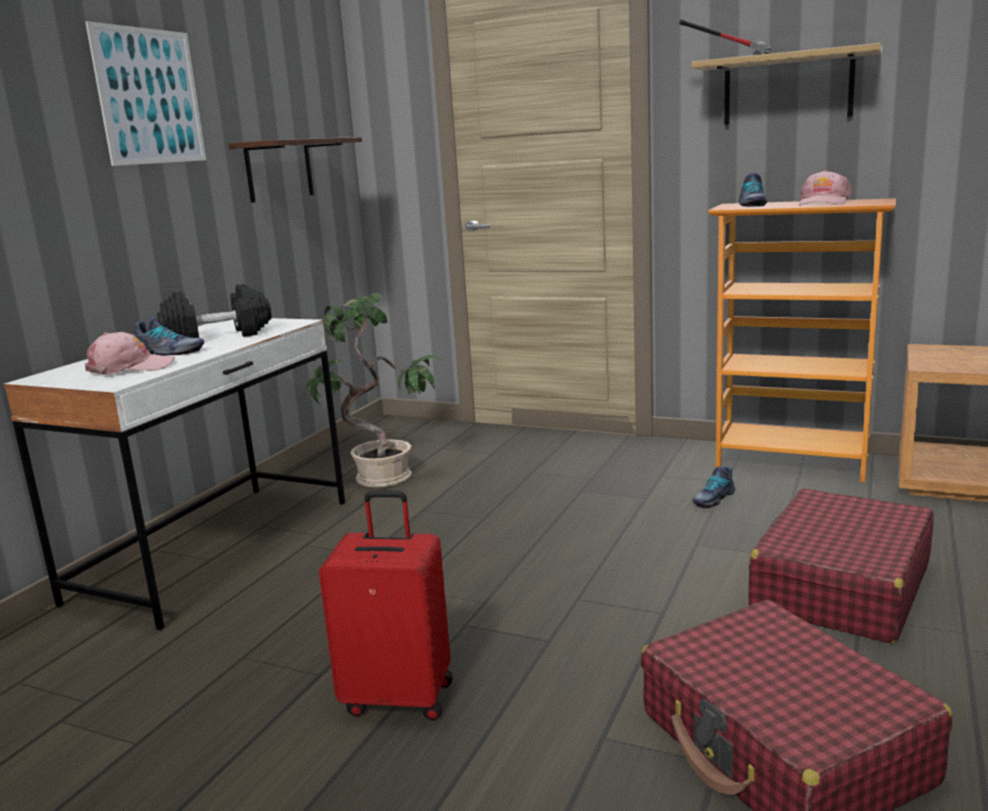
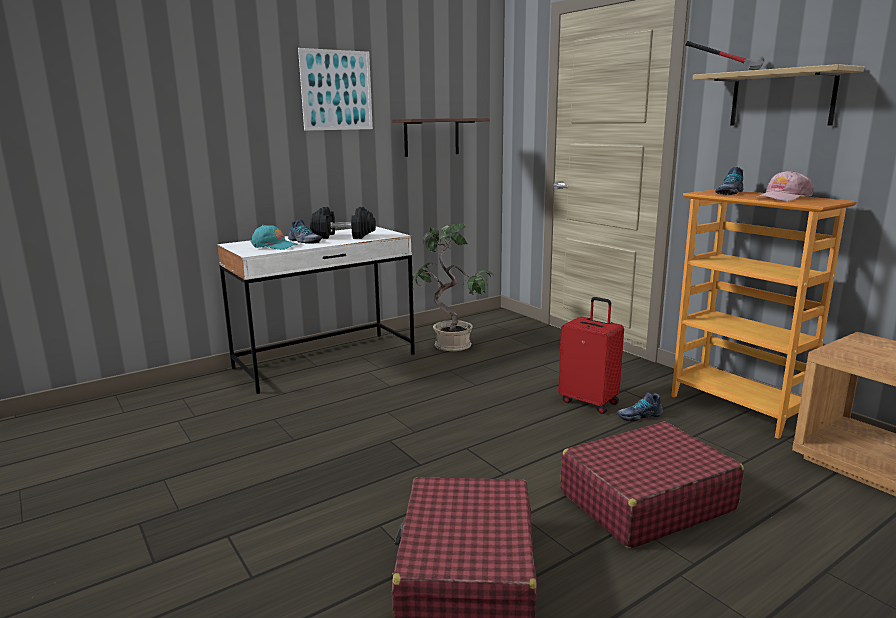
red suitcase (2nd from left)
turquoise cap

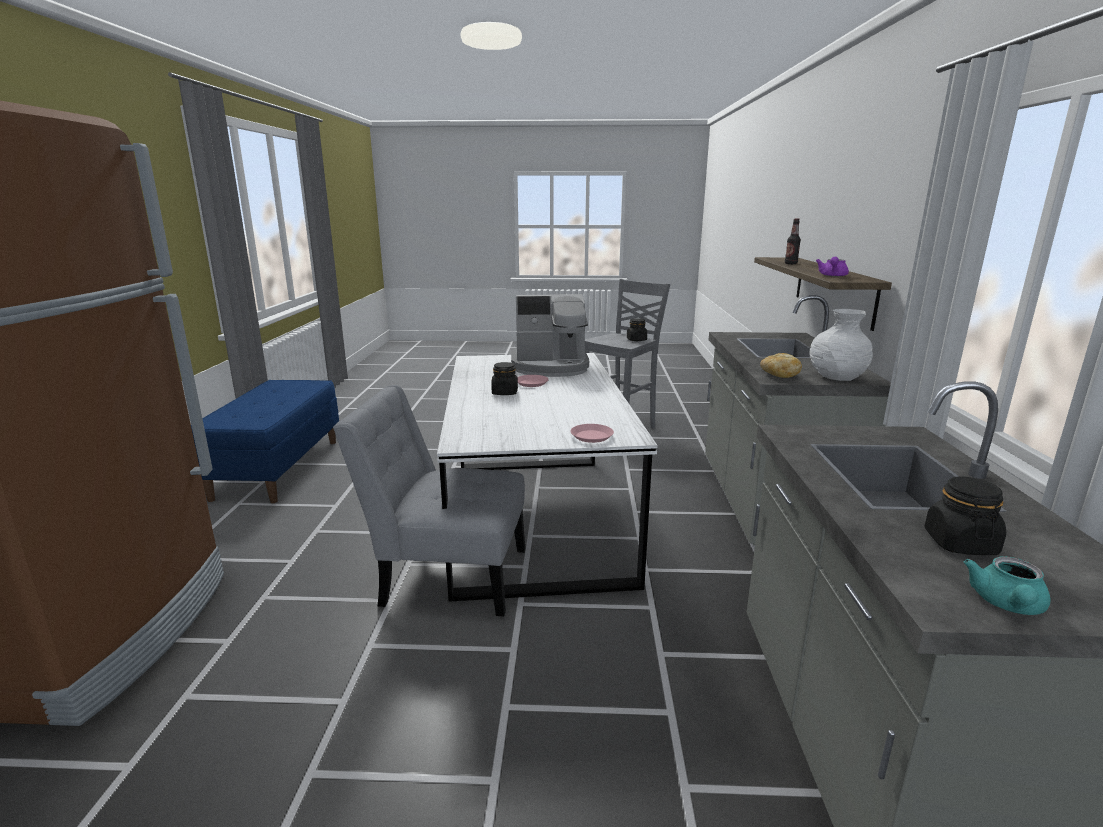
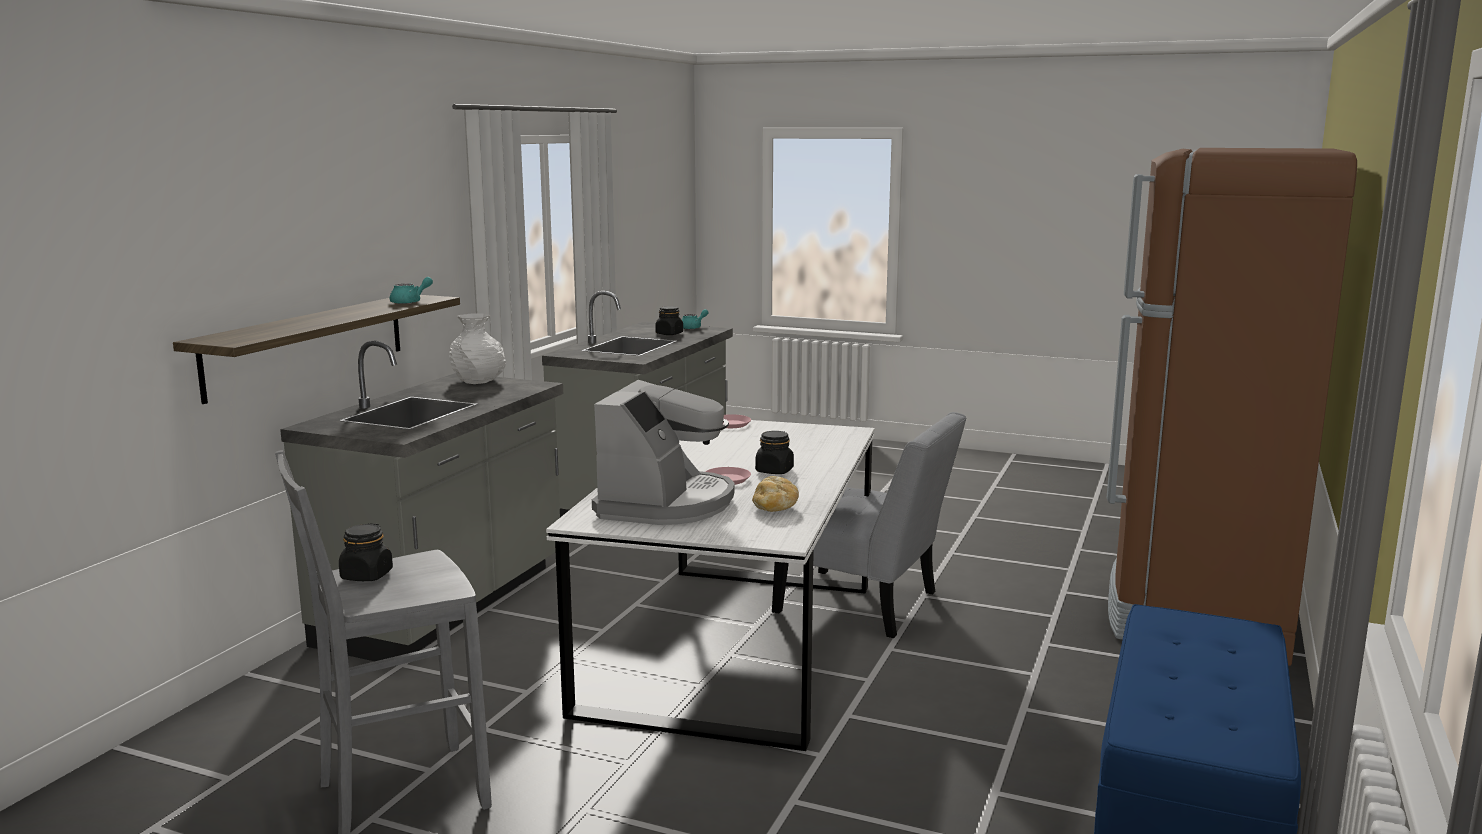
bottle
bread
turquoise teapot (1st from left)
coffee machine

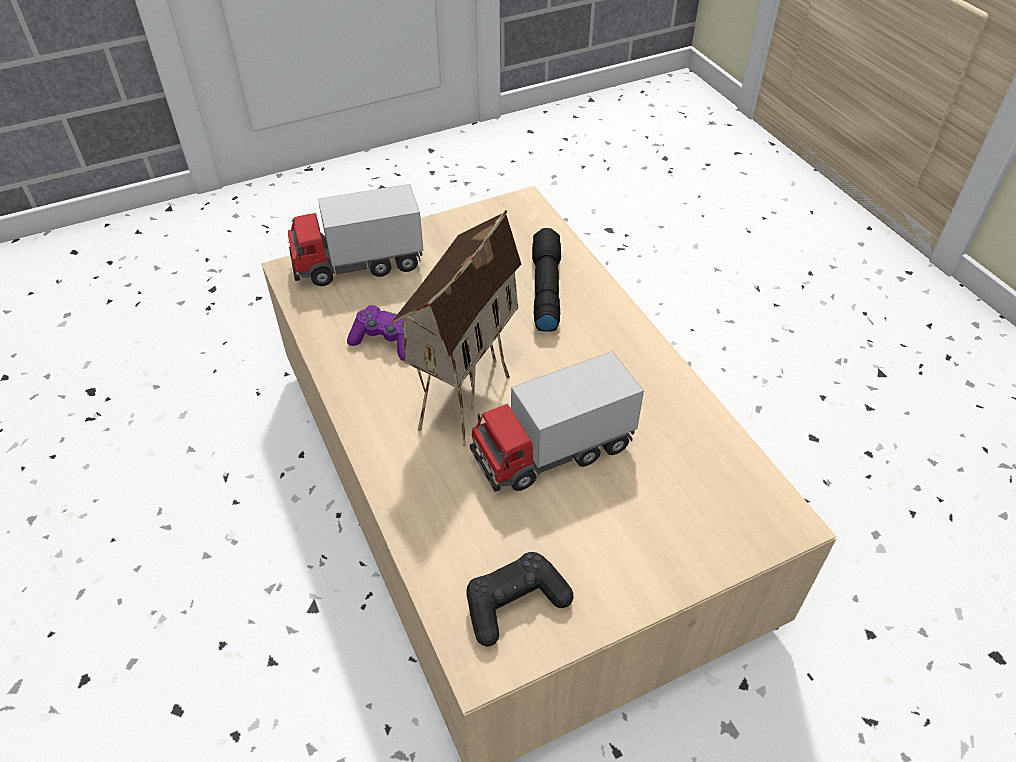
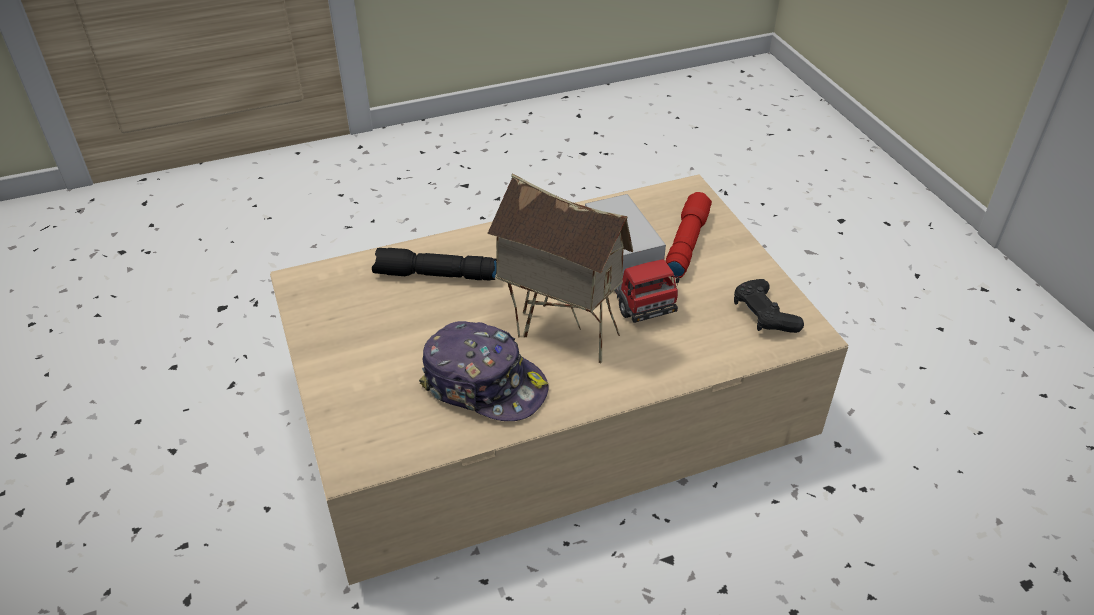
toy truck (1st from left in the first image)
red flashlight
cap

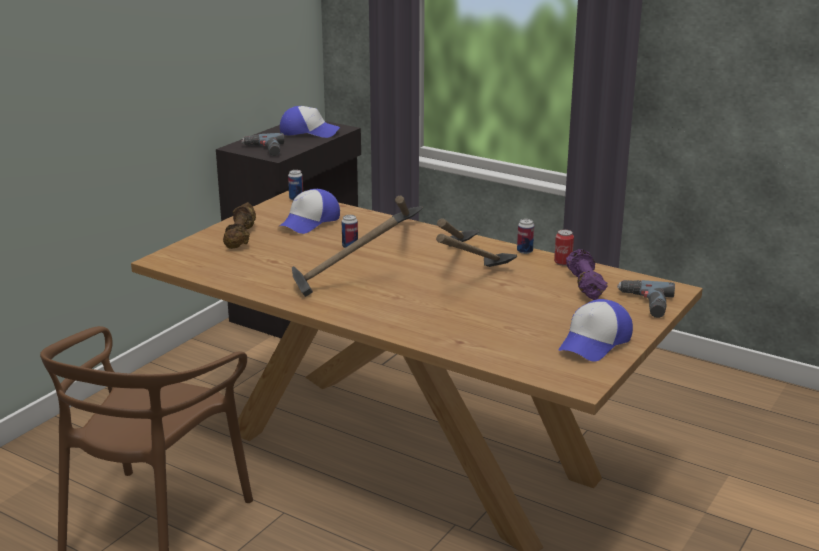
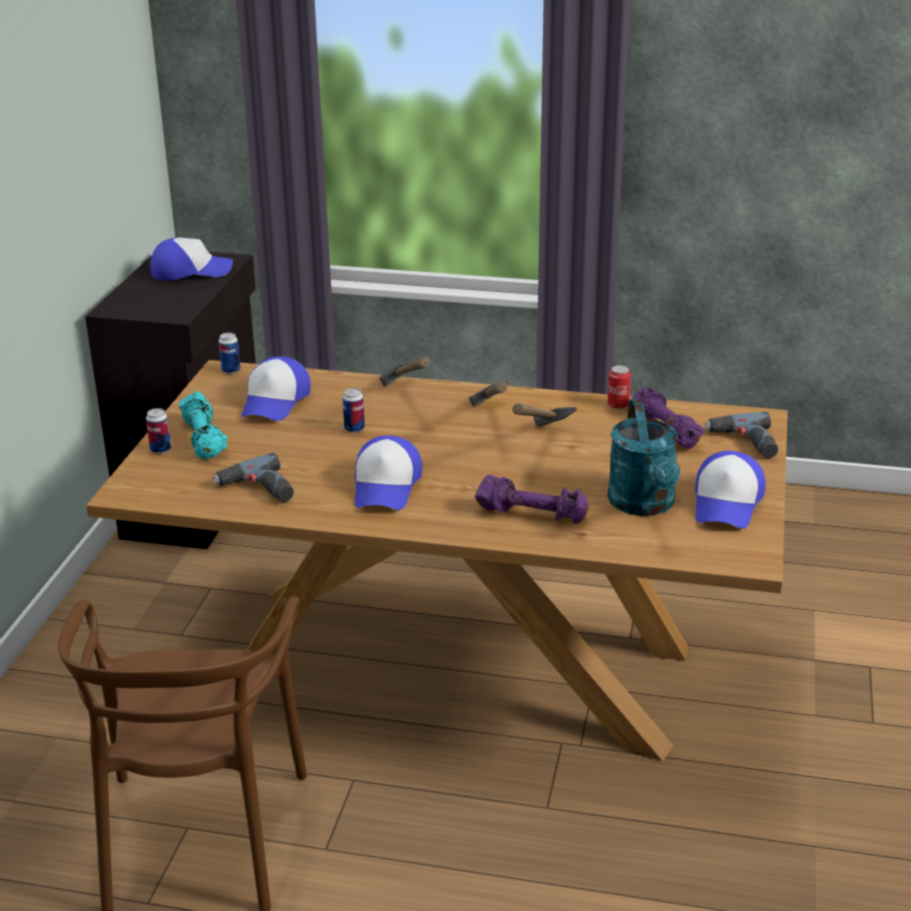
purple dumbbell (1st from left)
turquoise watering can
power drill (1st from left)
can (1st from left)
cap (3rd from left)
turquoise dumbbell

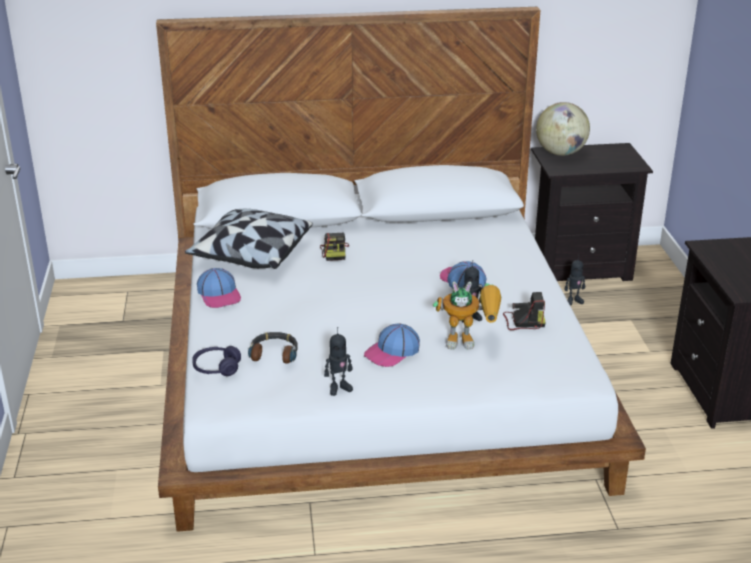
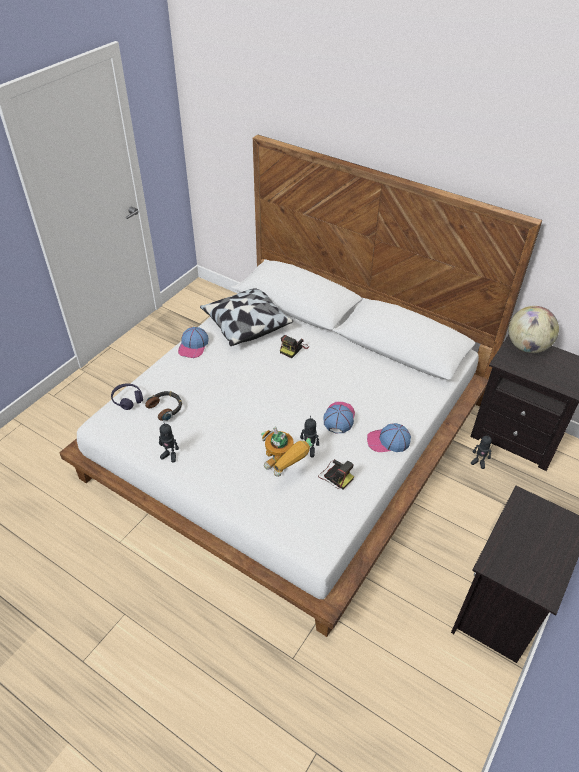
cap (3rd from left)

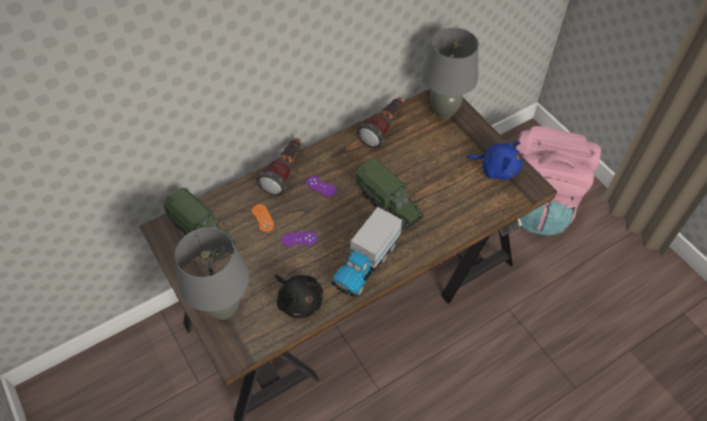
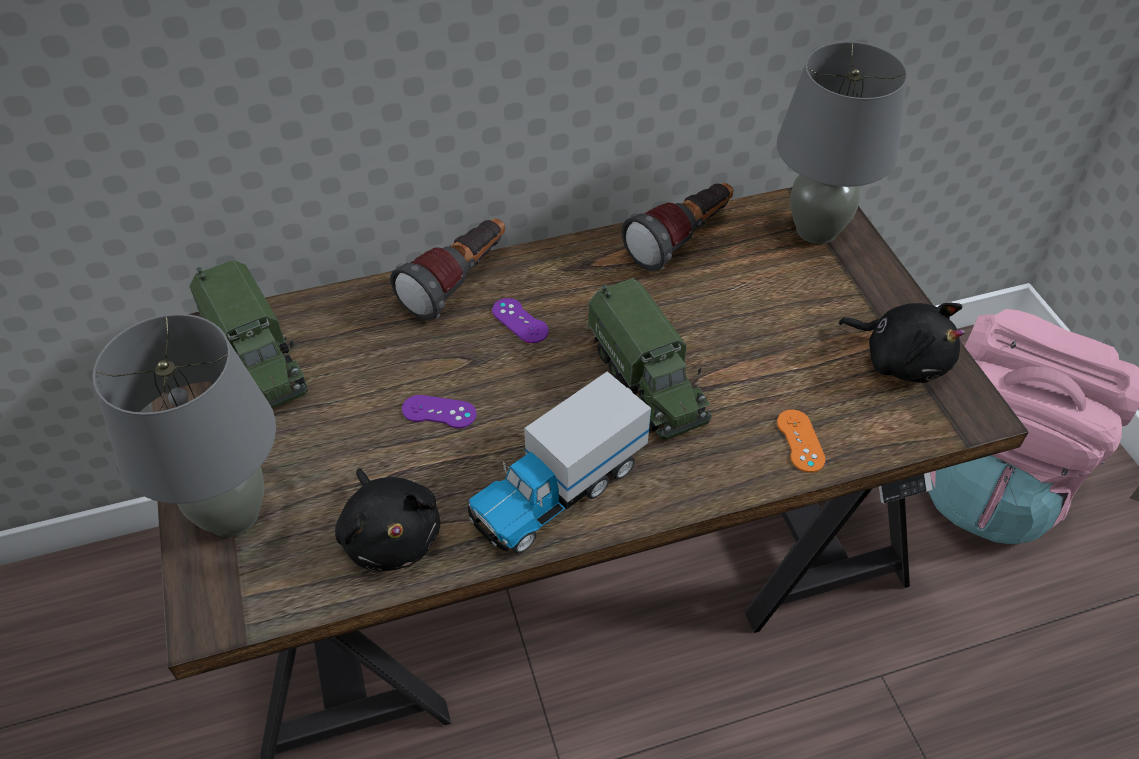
orange game controller
black plush toy (2nd from left)

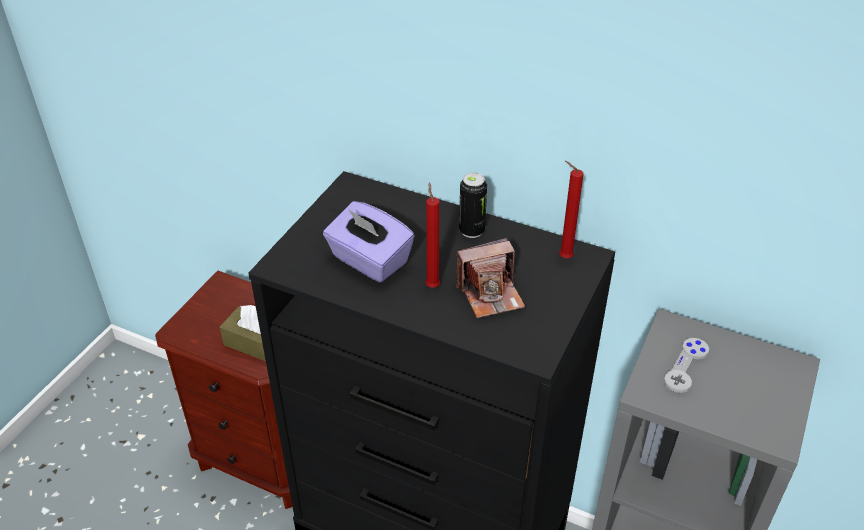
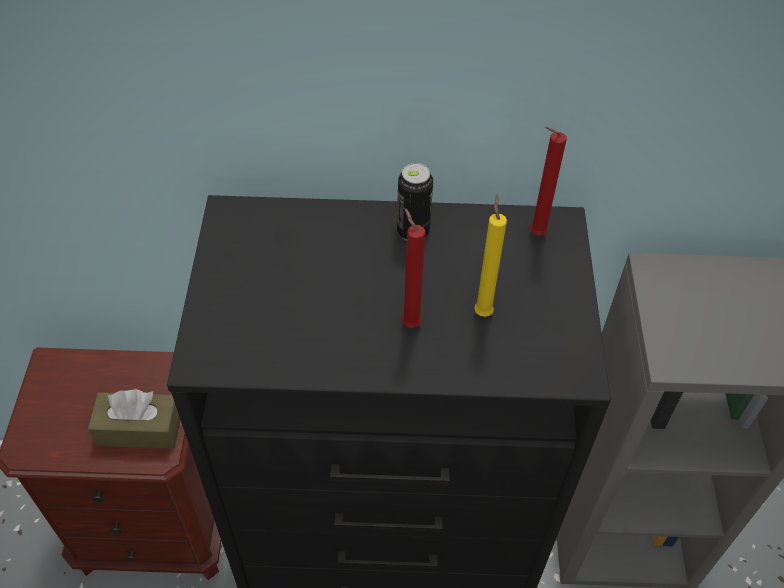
purple tissue box
grey game controller
yellow candle

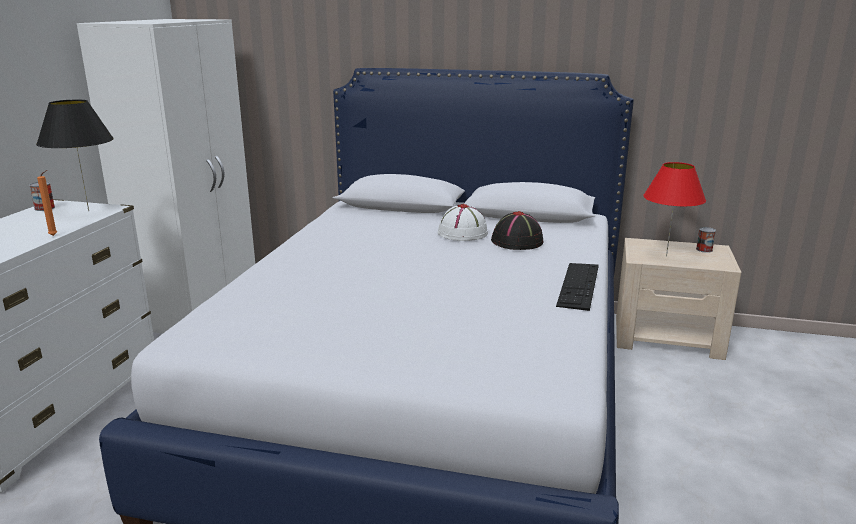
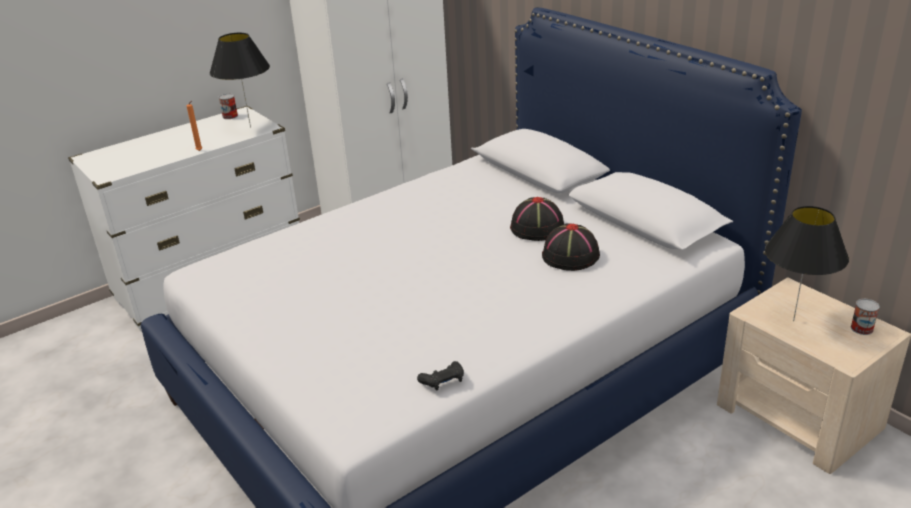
keyboard
black game controller
black hat (1st from left)
black table lamp (2nd from left)

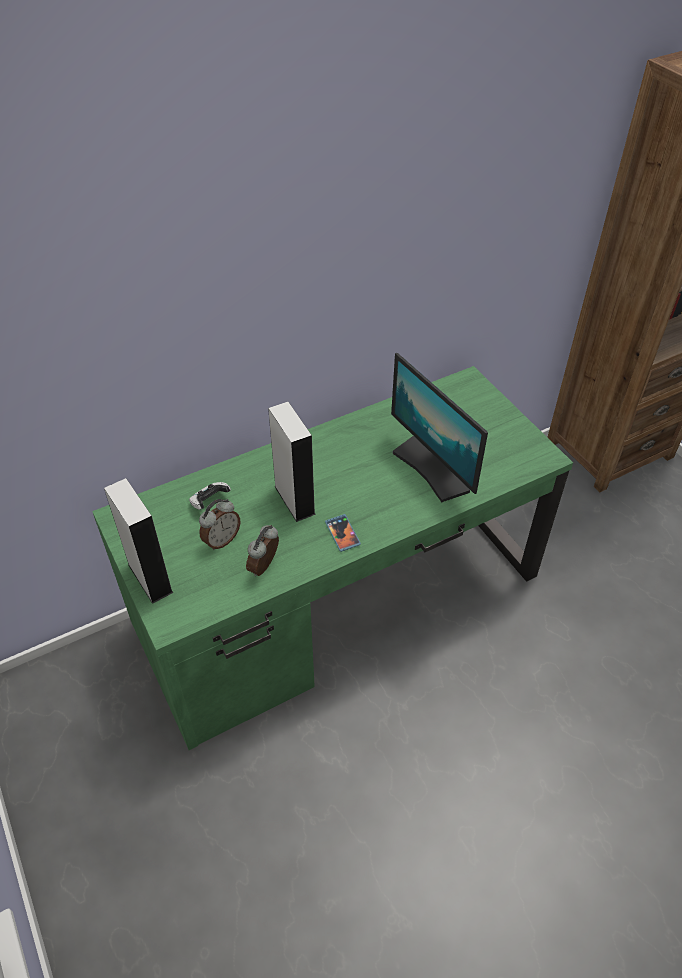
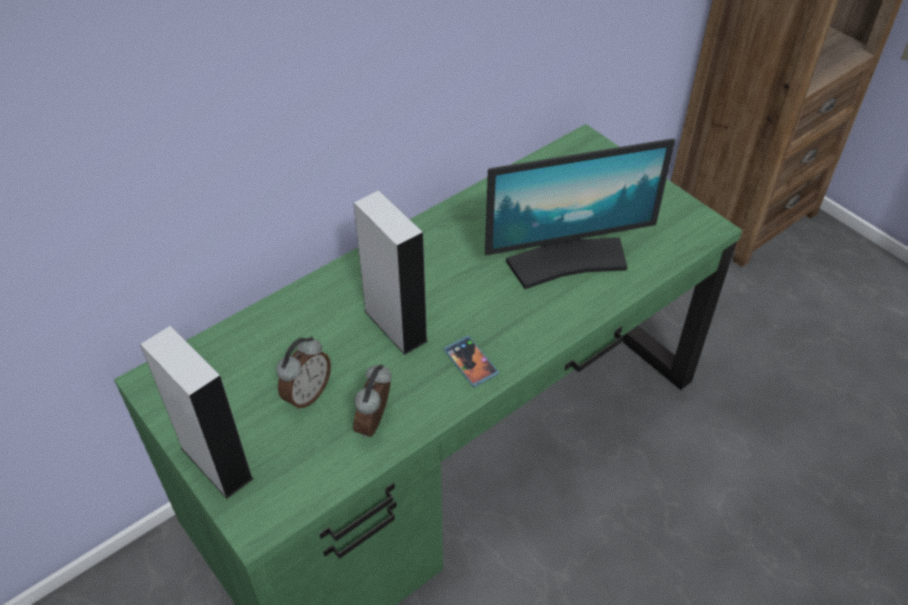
game controller
monitor

